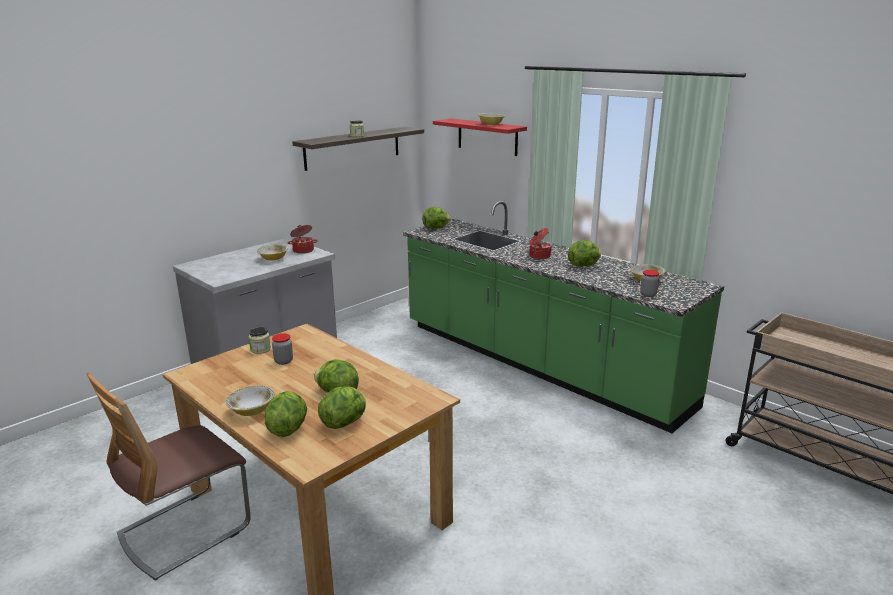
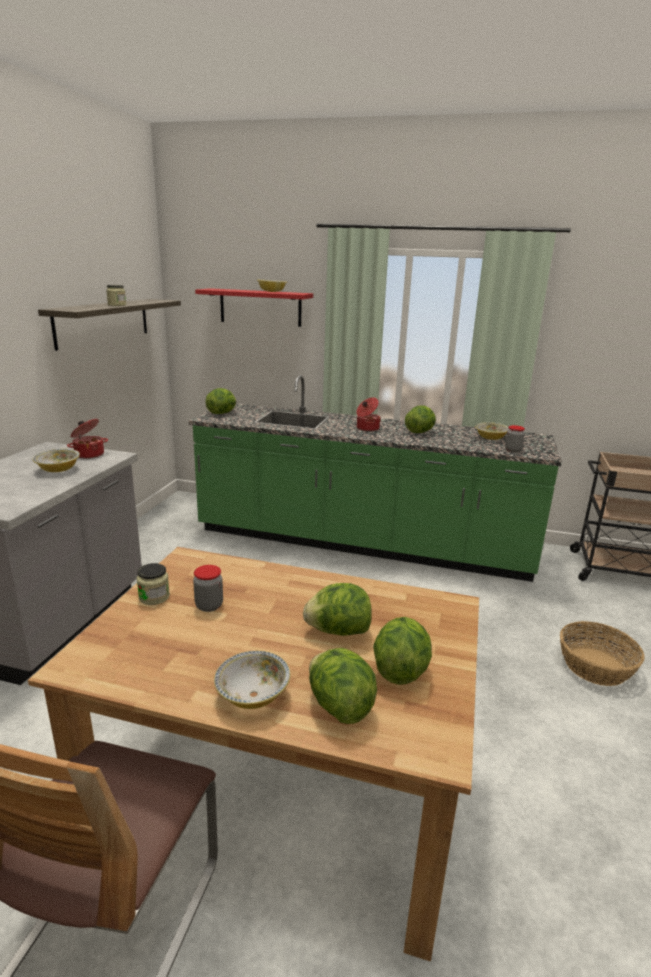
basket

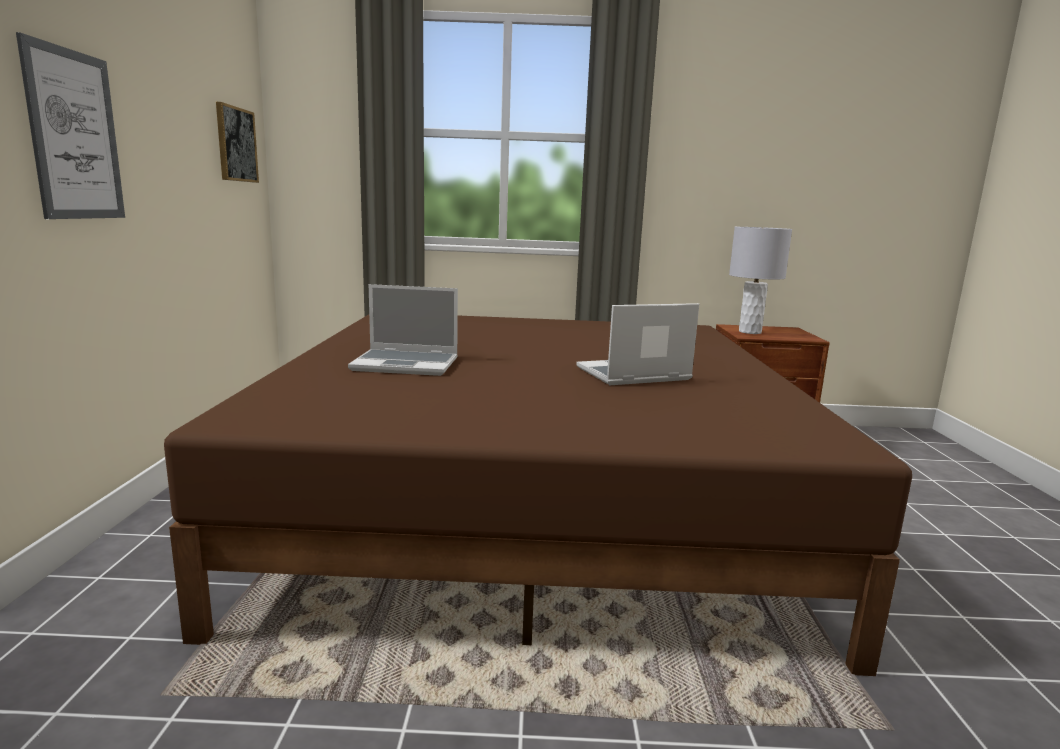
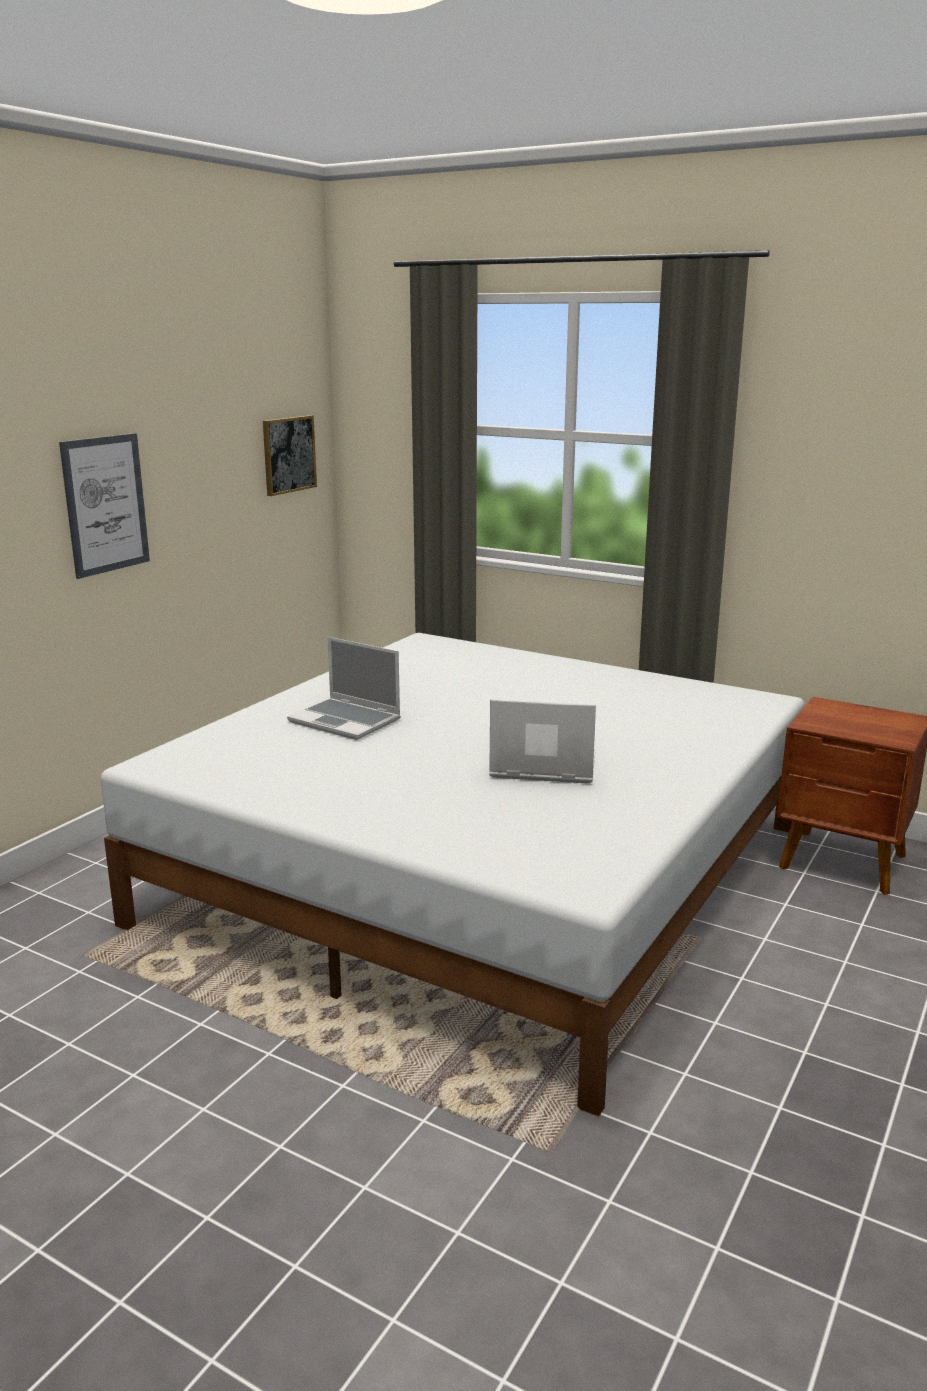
grey table lamp
white bed

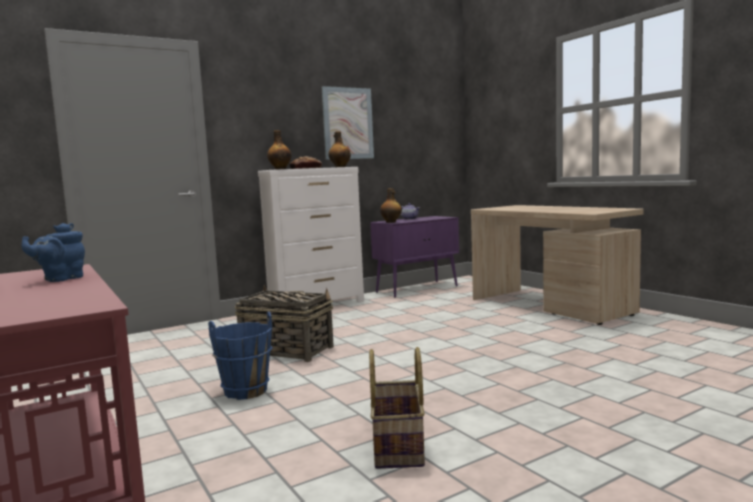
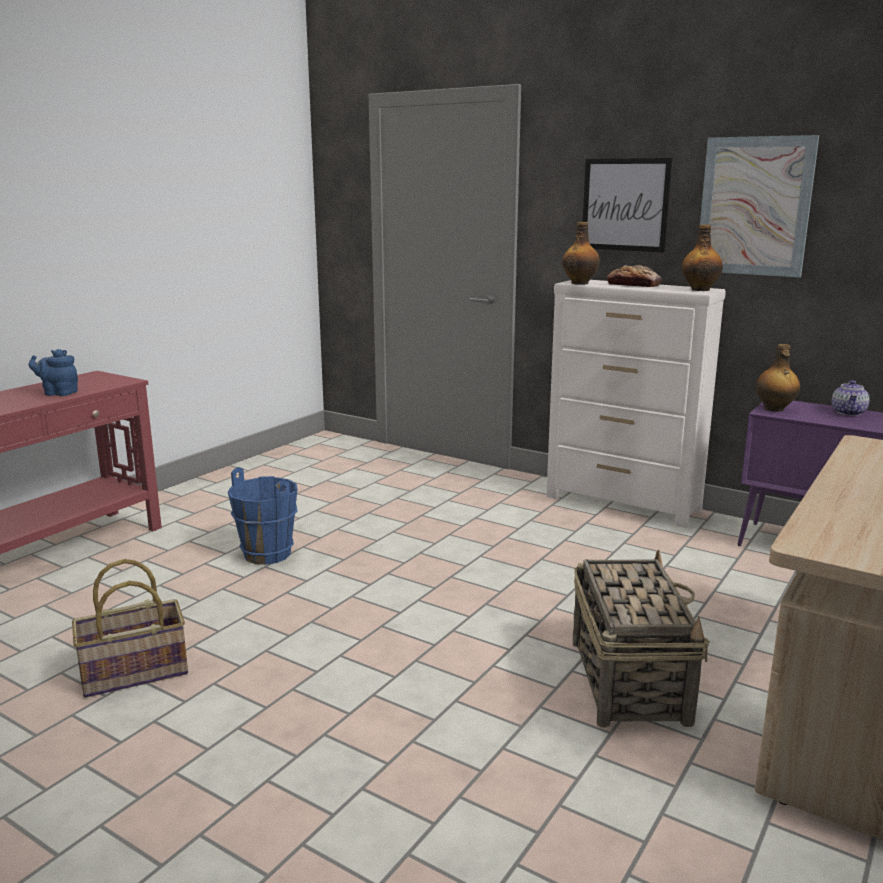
picture (1st from left)
basket (2nd from left)

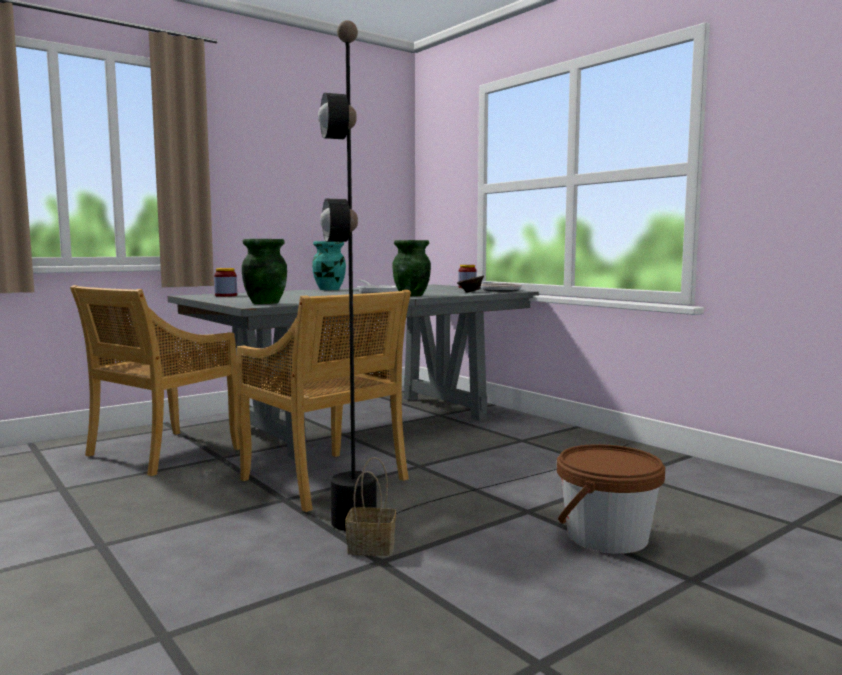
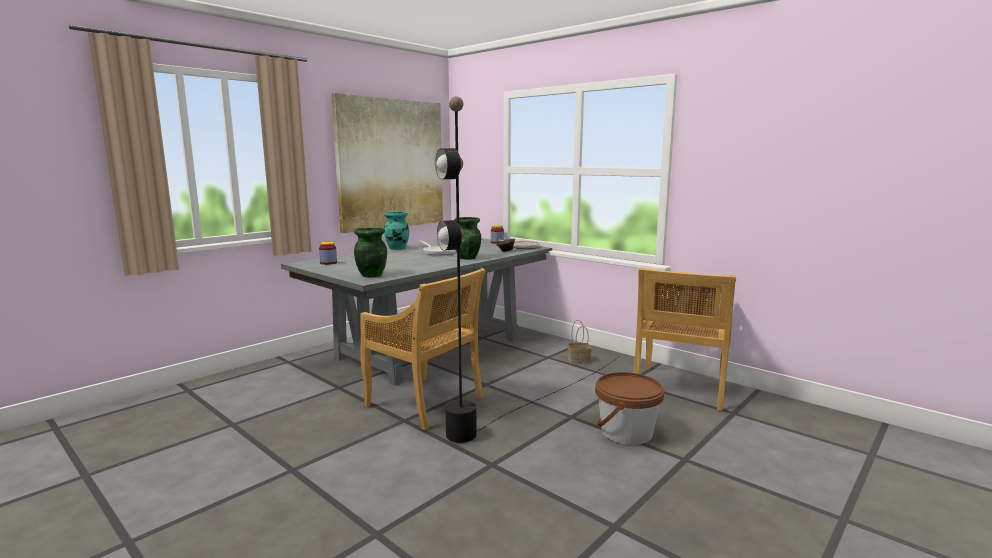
picture
beige chair (2nd from left)
basket

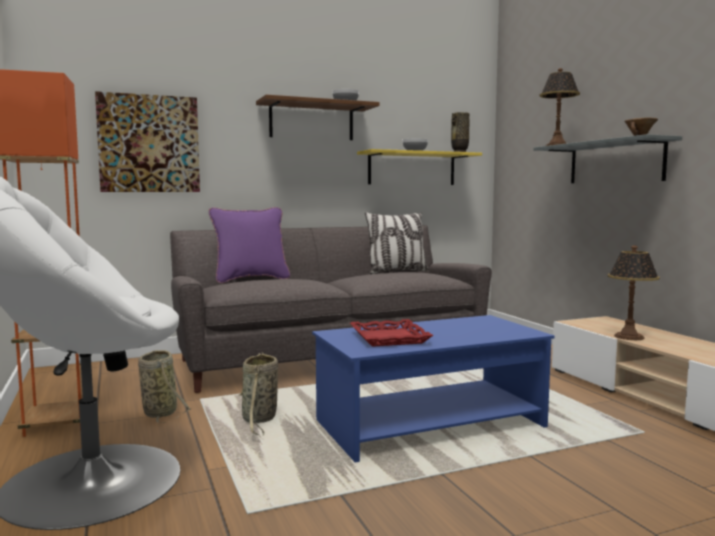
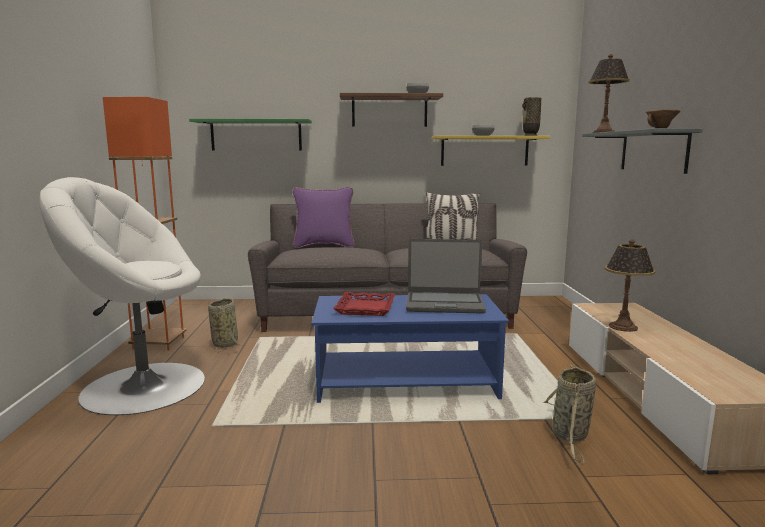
laptop
basket (2nd from left)
green shelf

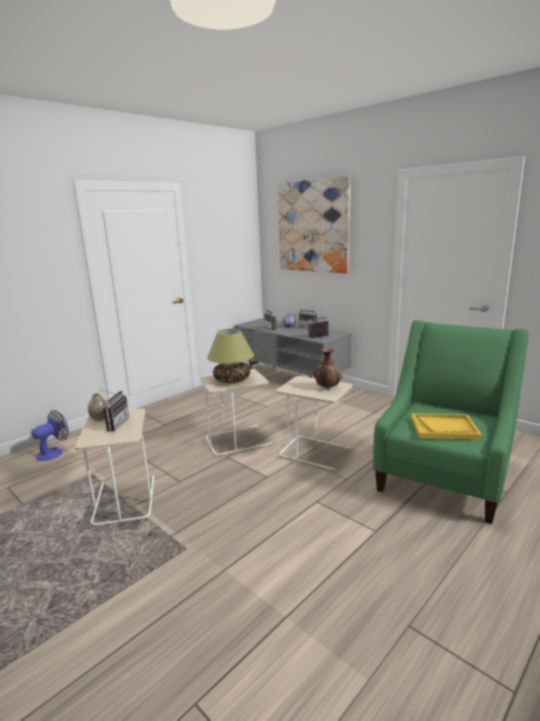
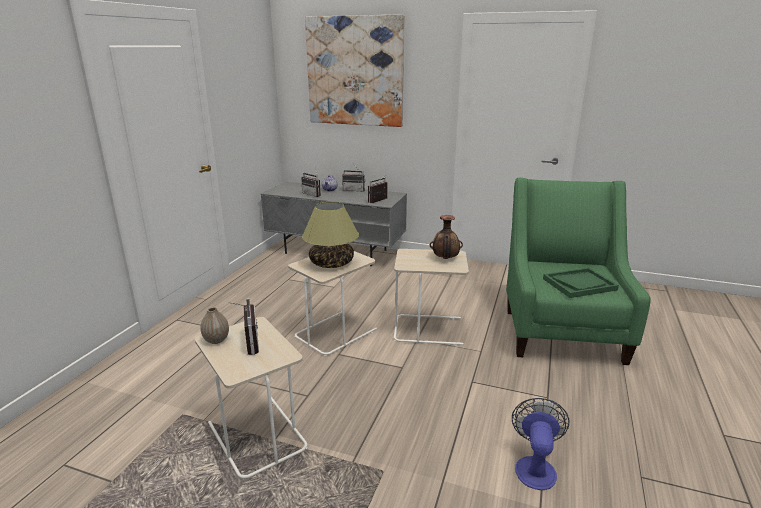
fan
green tray

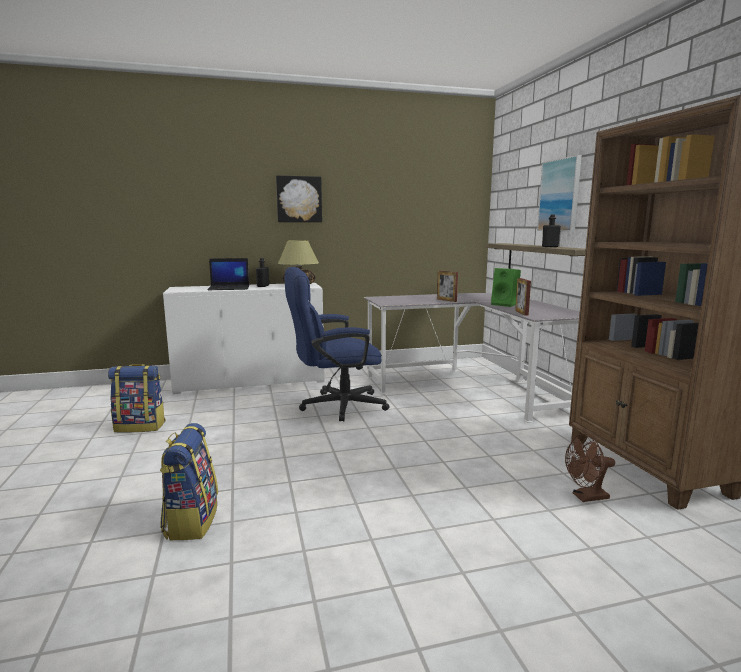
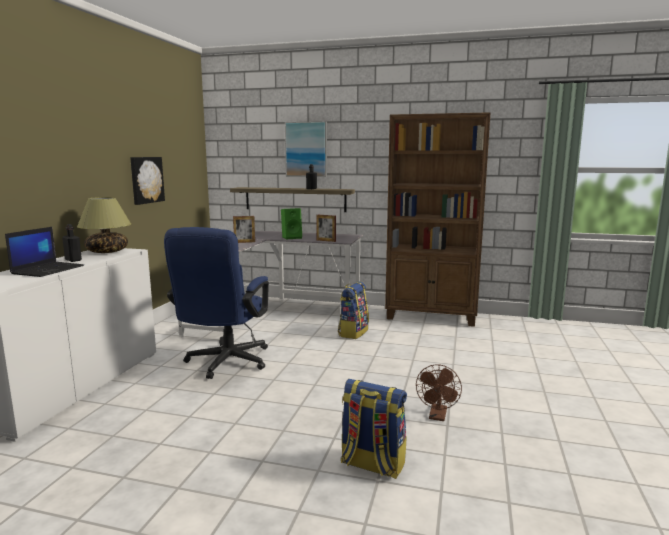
backpack (1st from left)
picture (1st from left)
brown fan

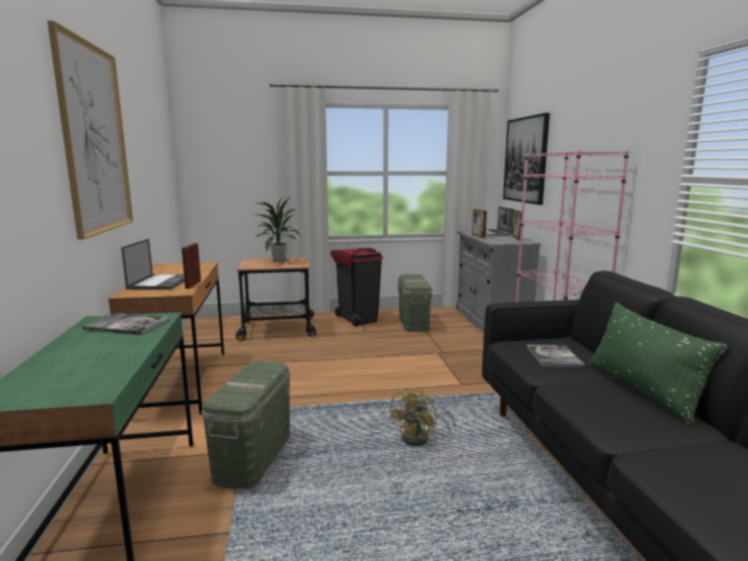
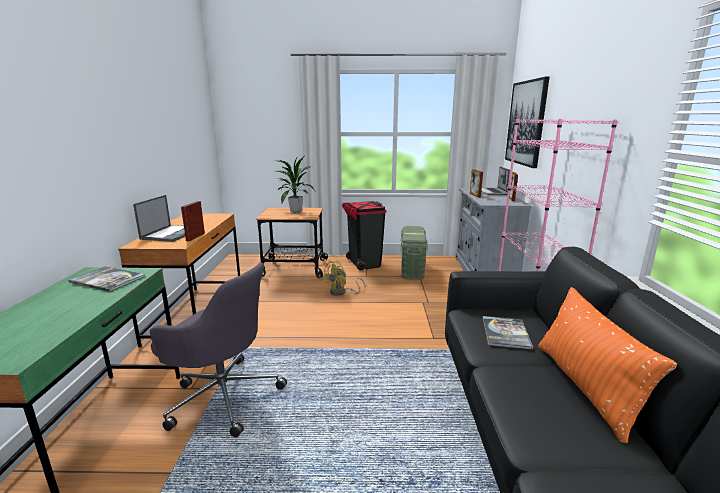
picture (1st from left in the first image)
yellow fan
grey office chair
orange pillow

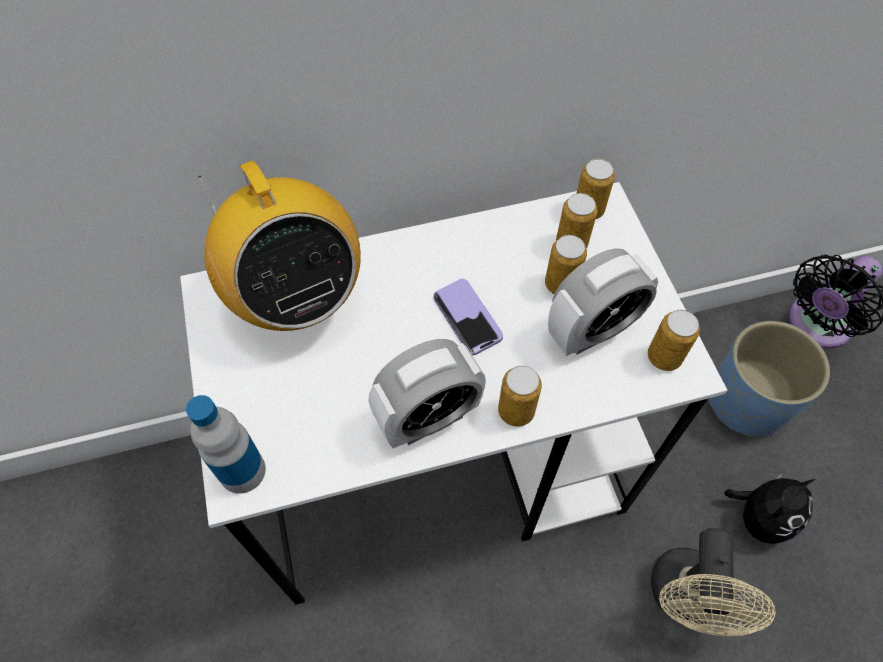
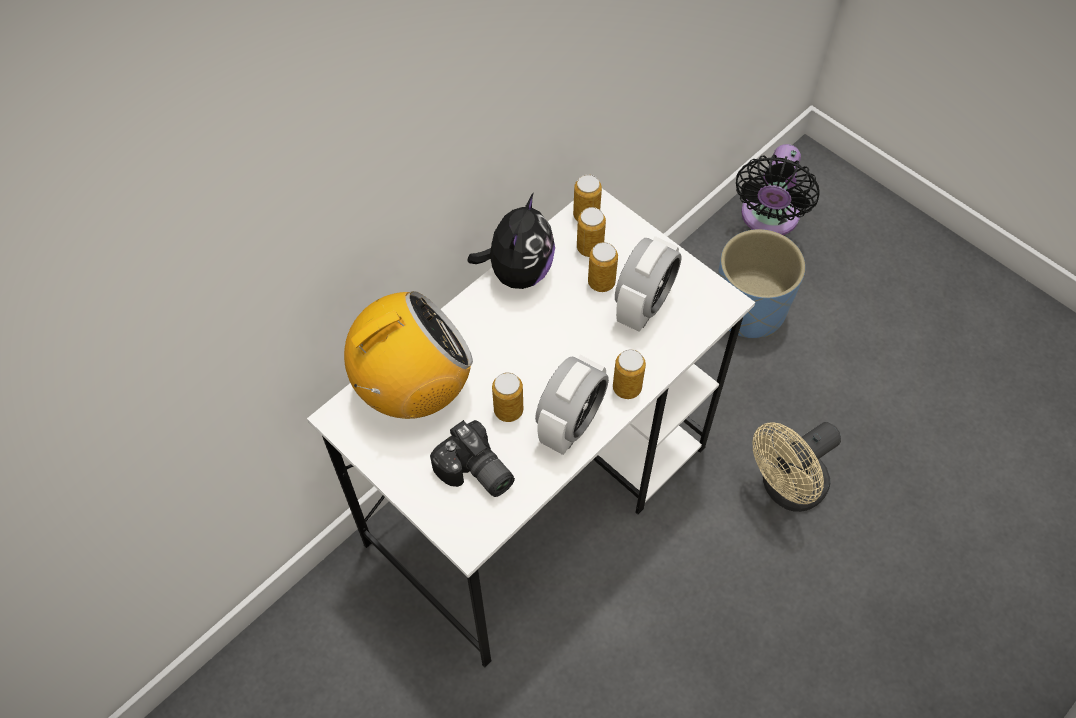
bottle
phone
photo camera
can (1st from left)
plush toy
radio
beige fan

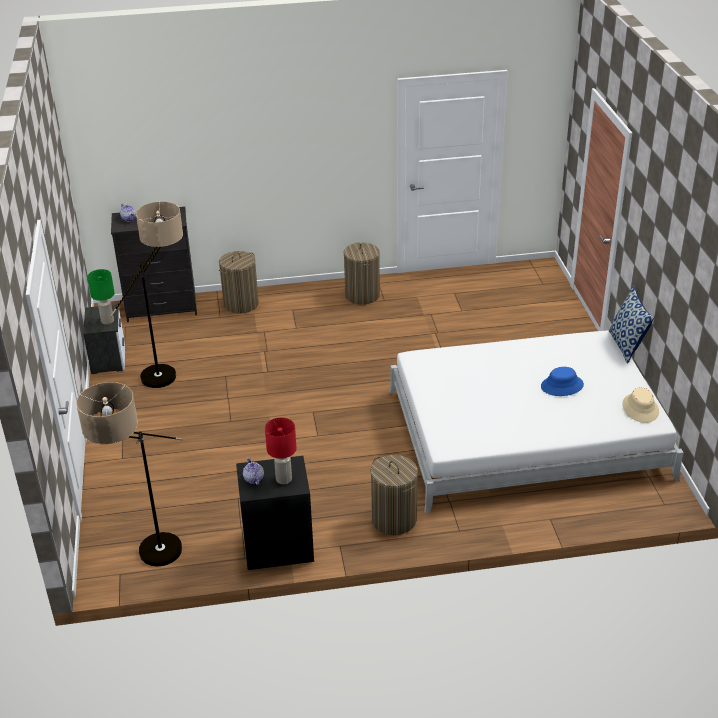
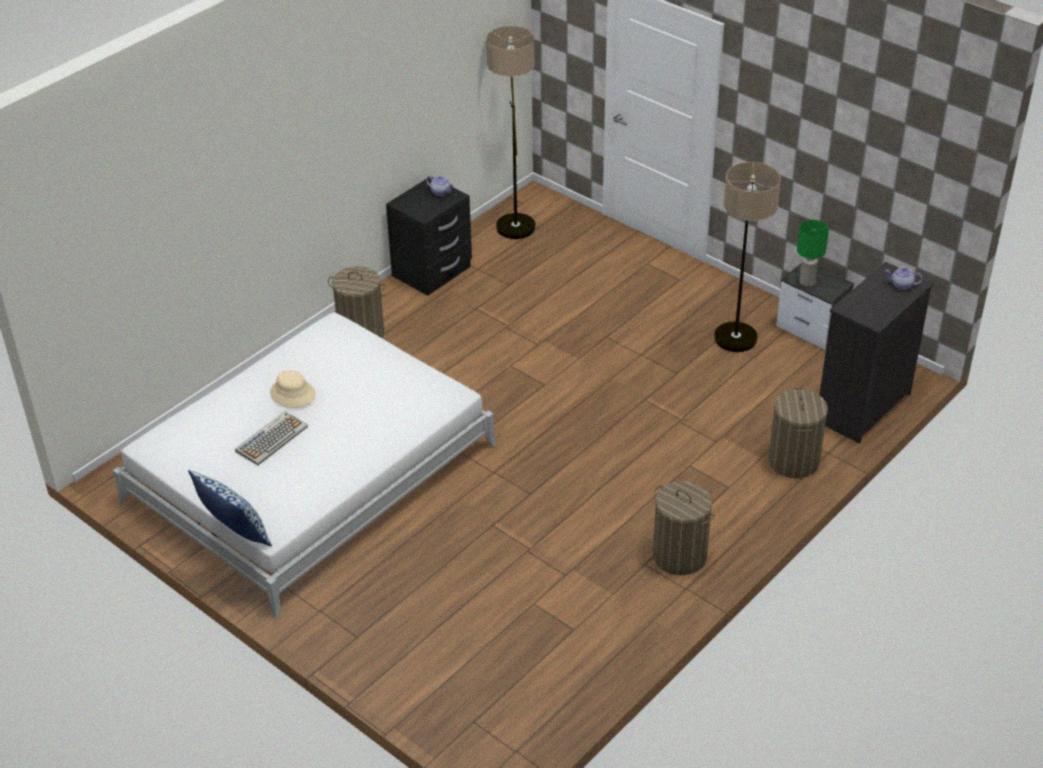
red table lamp
beige hat
keyboard

